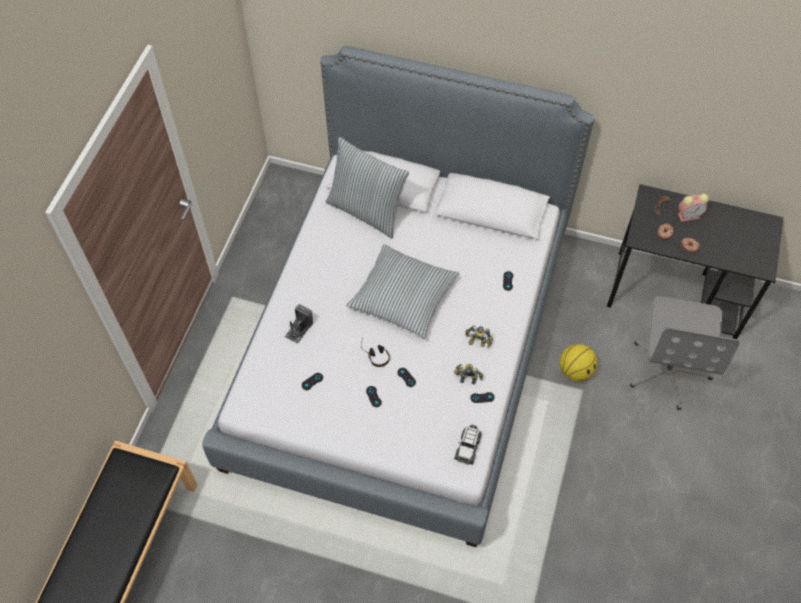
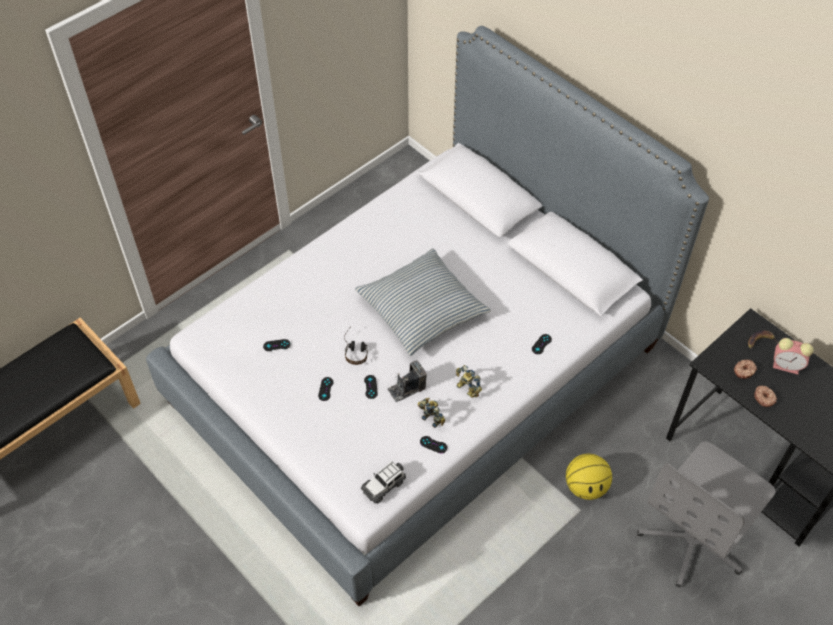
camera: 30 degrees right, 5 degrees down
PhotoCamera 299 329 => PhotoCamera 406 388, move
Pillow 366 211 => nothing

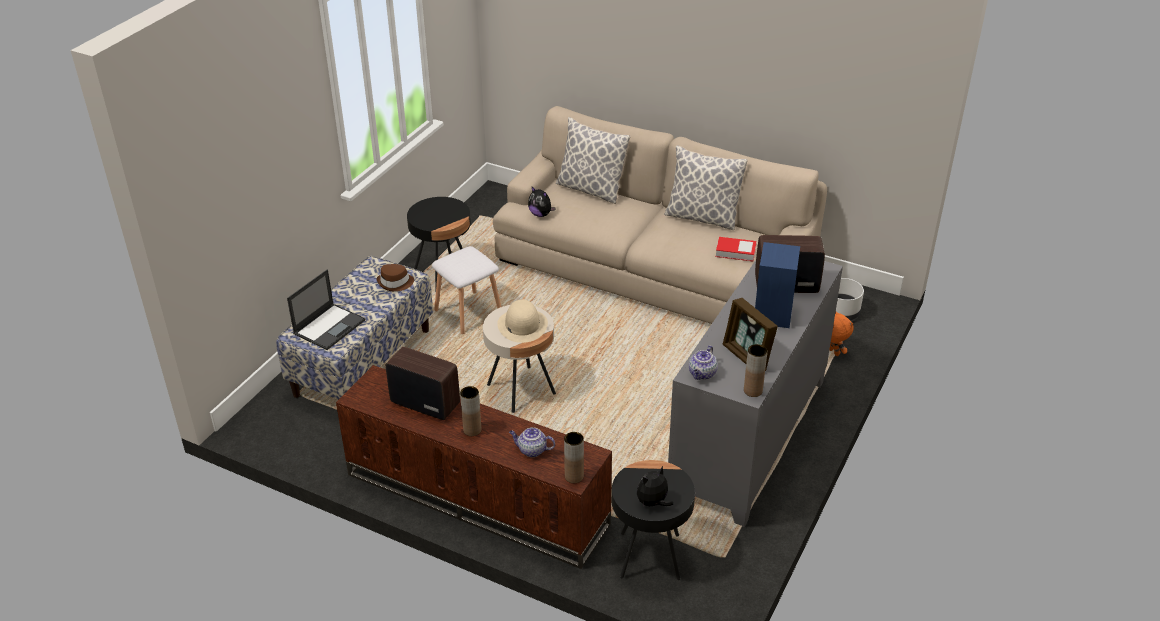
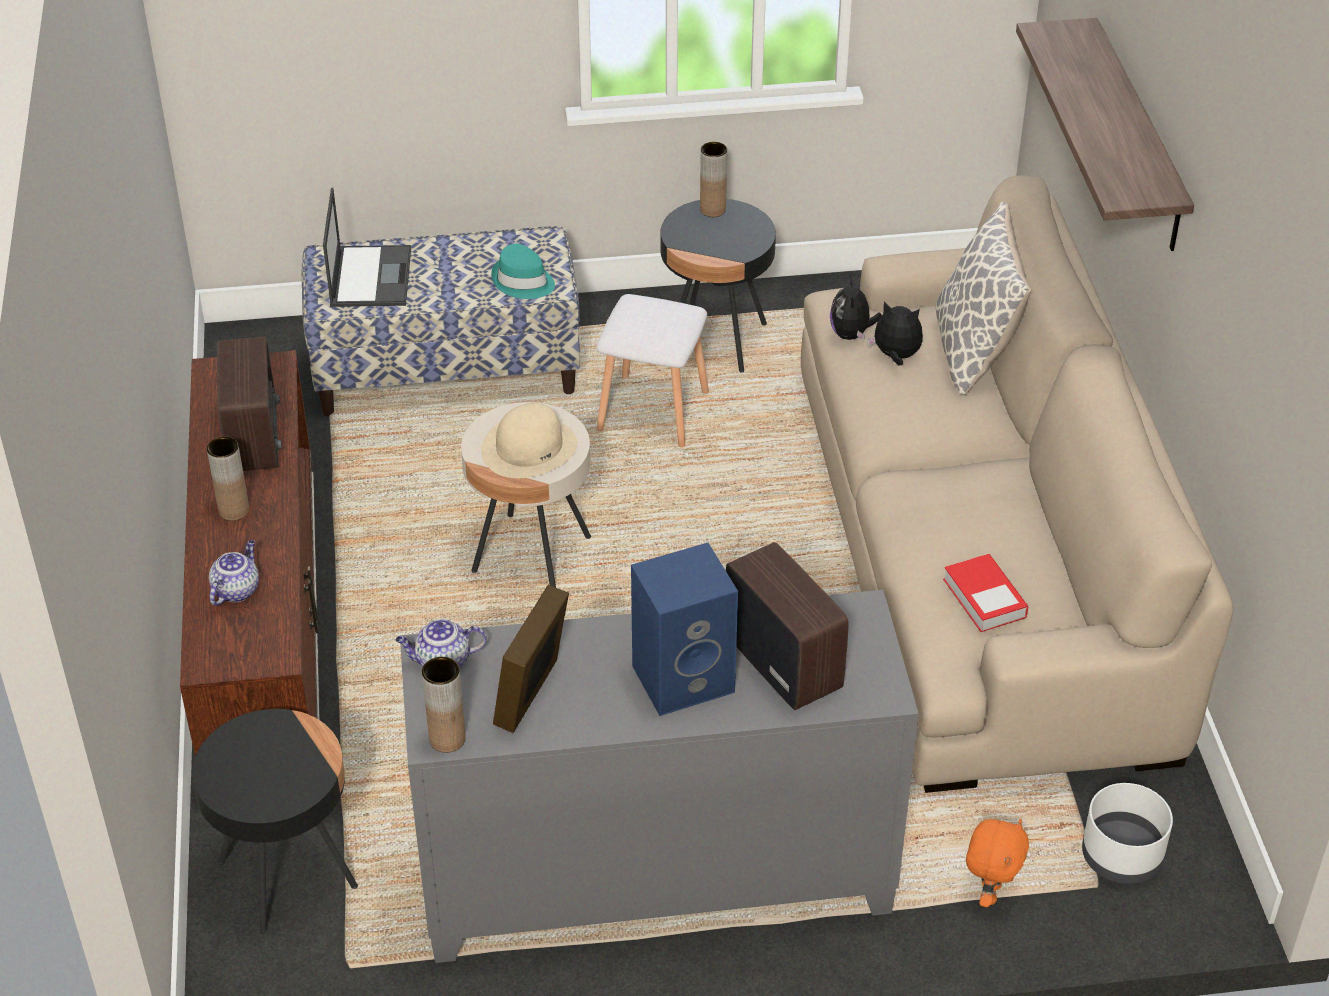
camera: 55 degrees right, 5 degrees up
TeaPot 531 450 => TeaPot 236 590, 45 degrees clockwise
NotebookComputer 330 326 => NotebookComputer 370 276, 90 degrees counterclockwise
BrownColouredClothingHat 395 283 => TurquoiseClothingHat 522 282
BrownColouredVase 574 476 => BrownColouredVase 712 210, move
PlushToy 653 503 => PlushToy 895 356, move
nothing => Shelf 1138 137
Pillow 702 217 => nothing

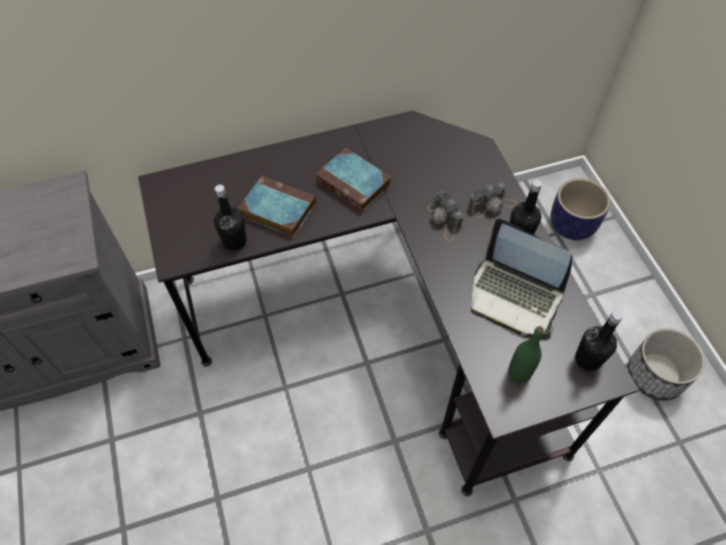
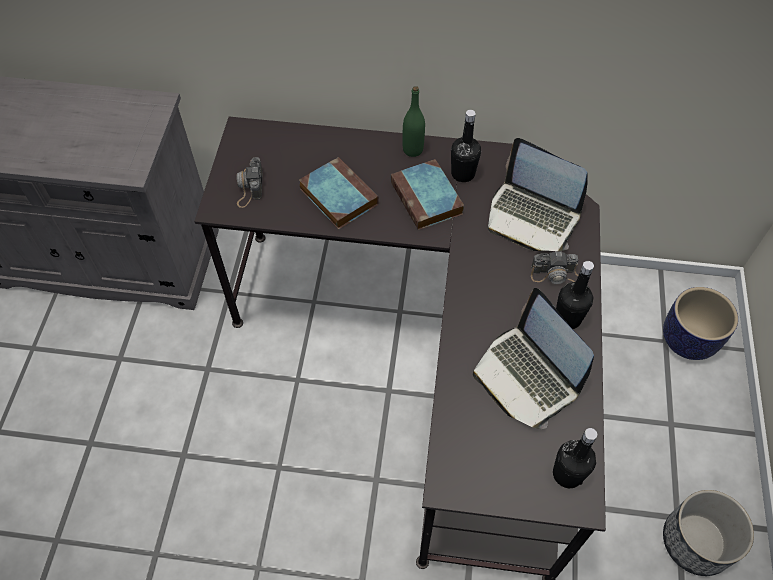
camera: 25 degrees right, 0 degrees up
PhotoCamera 444 220 => PhotoCamera 250 187, move
GreenishBeverageBottle 519 372 => GreenishBeverageBottle 412 150, move
BlackishBeverageBottle 235 241 => BlackishBeverageBottle 463 174, move
nothing => NotebookComputer 532 217

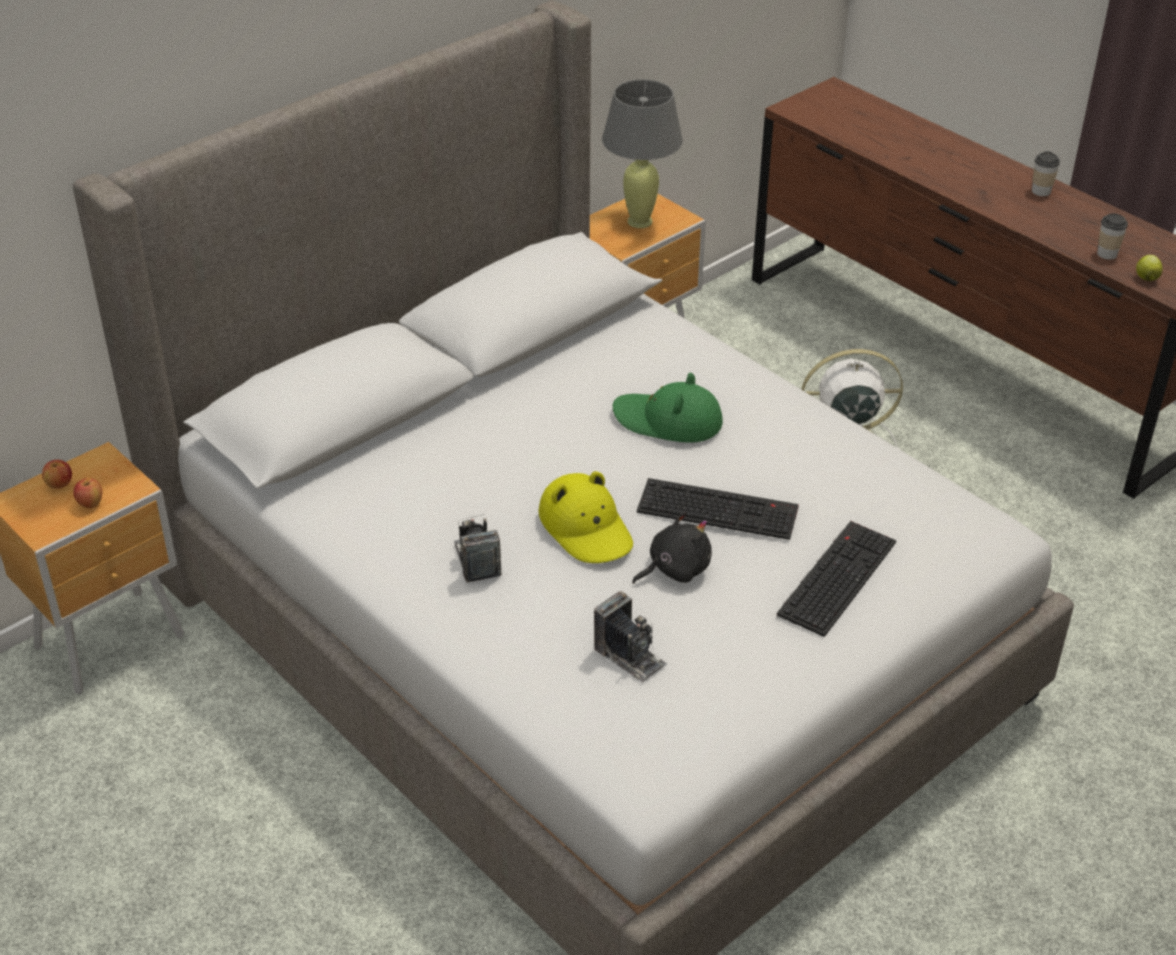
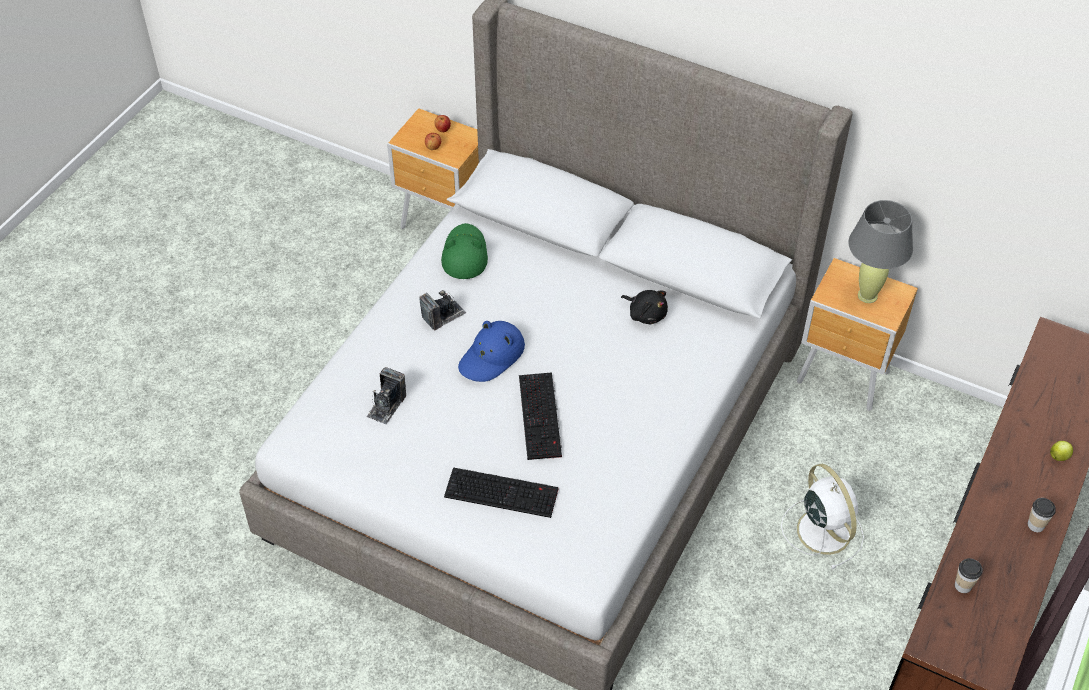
camera: 70 degrees right, 10 degrees up
GreenishClothingHat 668 421 => GreenishClothingHat 464 255, move
YellowClothingHat 586 528 => BlueClothingHat 492 356
BlackishPlushToy 675 569 => BlackishPlushToy 646 314, move
WholeApple 1146 278 => WholeApple 1059 456, move

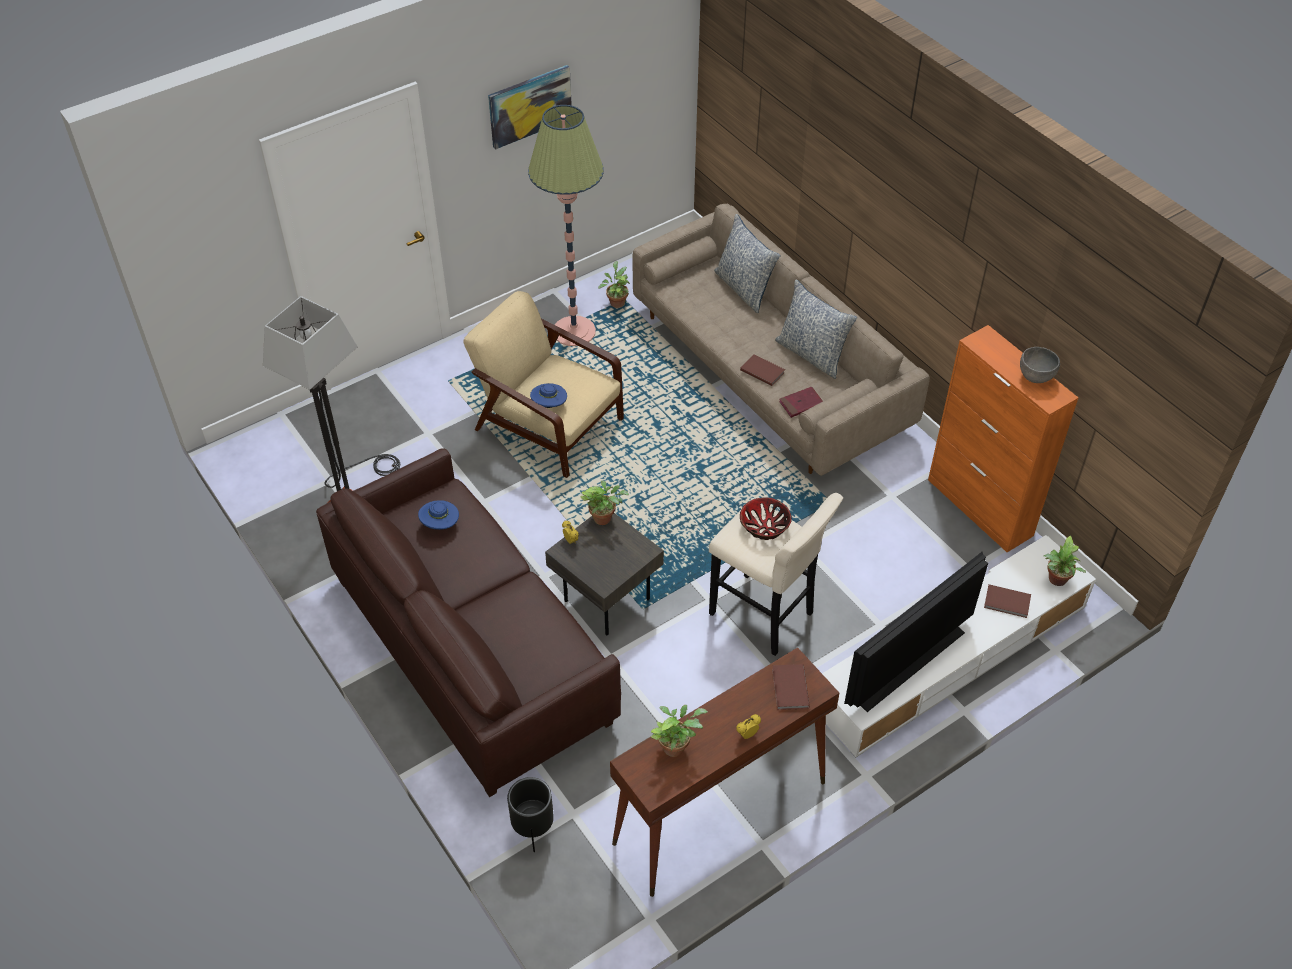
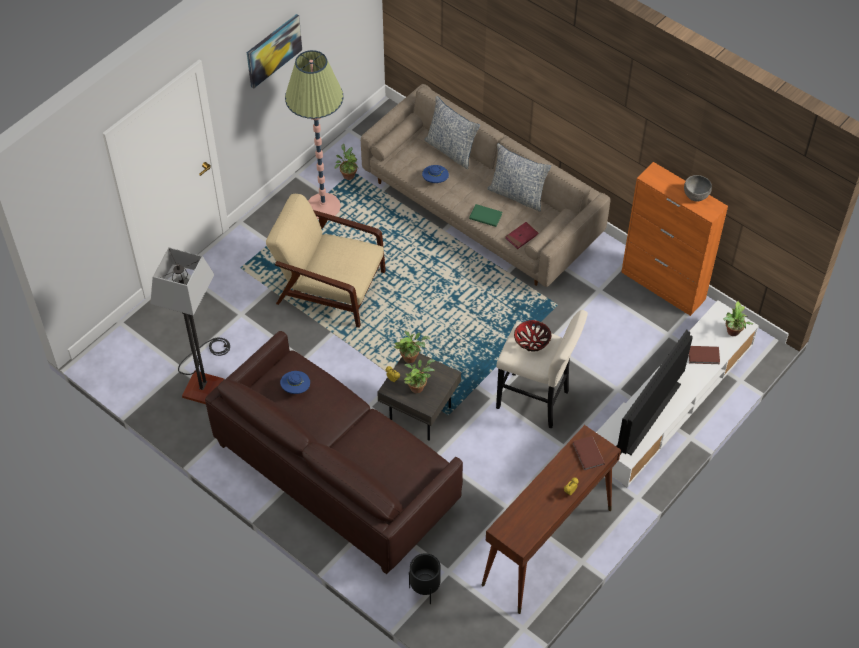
camera: 15 degrees left, 5 degrees up
PottedPlant 676 746 => PottedPlant 418 386, move
BlueClothingHat 549 405 => BlueClothingHat 435 180, move
BrownColouredBook 762 370 => GreenishBook 485 216

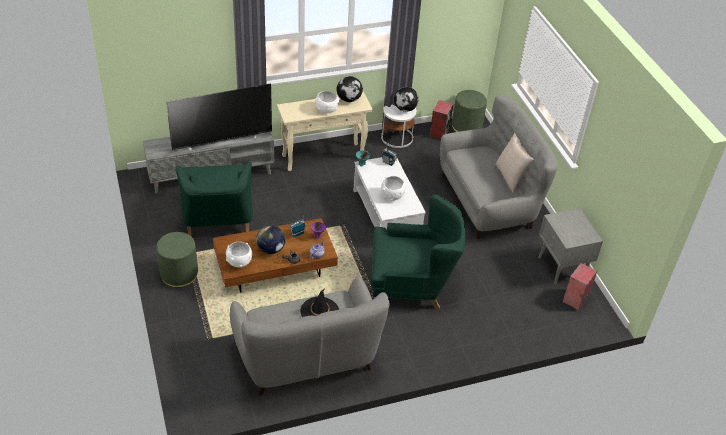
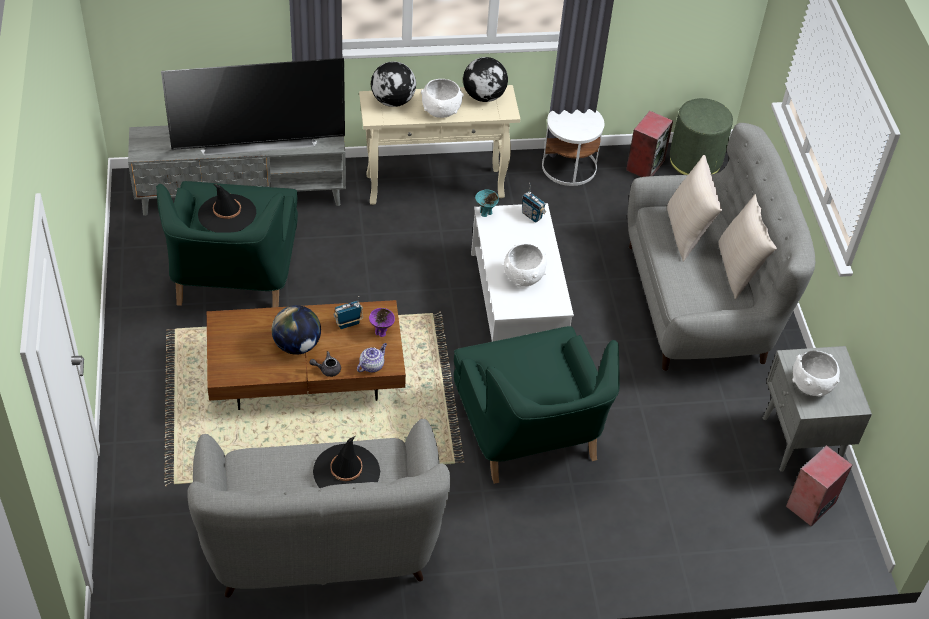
camera: 10 degrees right, 5 degrees up
nothing => BlackishClothingHat 227 214
Globe 405 109 => Globe 393 101, move
GreenishArmchair 411 283 => GreenishArmchair 529 433, 60 degrees clockwise
nothing => BeigePillow 687 233
WhiteServingBowl 239 262 => WhiteServingBowl 811 385, move
GreenishPouffe 179 274 => nothing

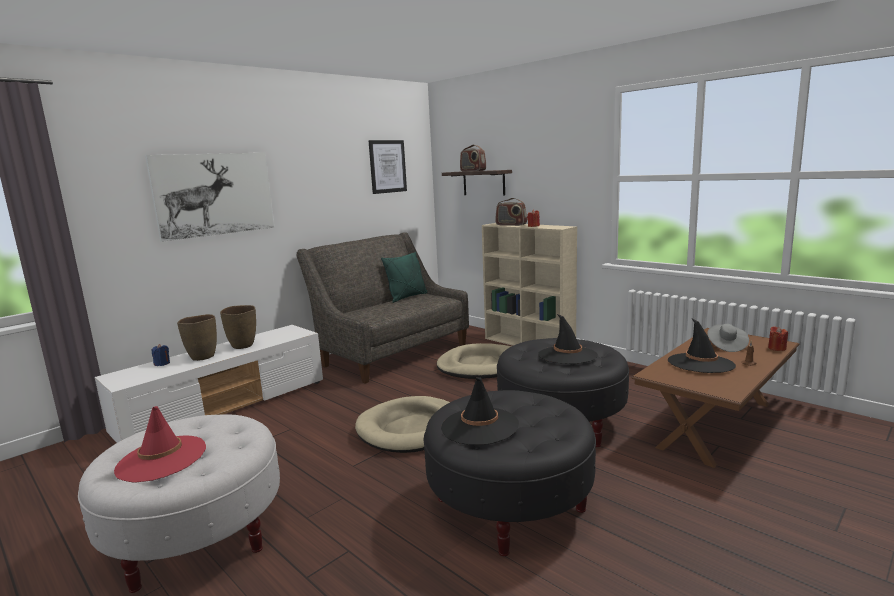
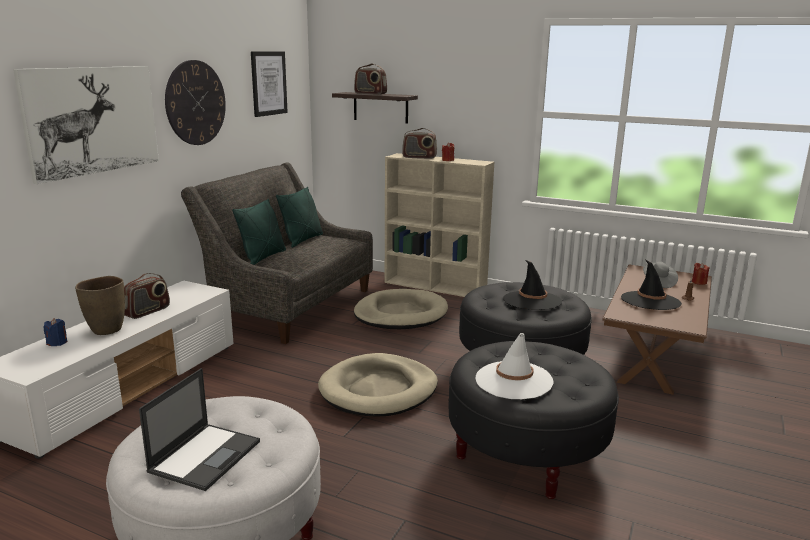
camera: 20 degrees left, 5 degrees up
BrownColouredVase 243 346 => Radio 147 311
RedColouredClothingHat 161 459 => NotebookComputer 206 455
nothing => HangingClock 195 103
nothing => GreenishPillow 263 257
BlackishClothingHat 479 426 => WhiteClothingHat 513 380

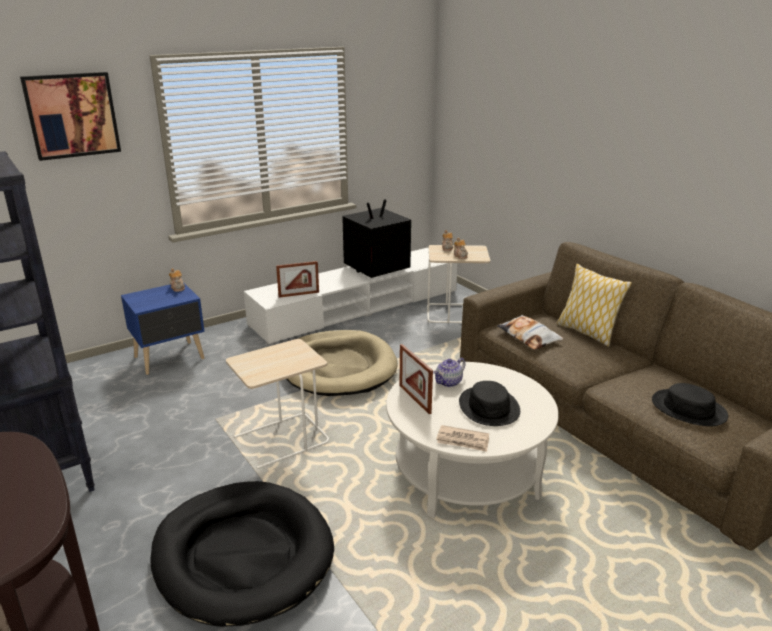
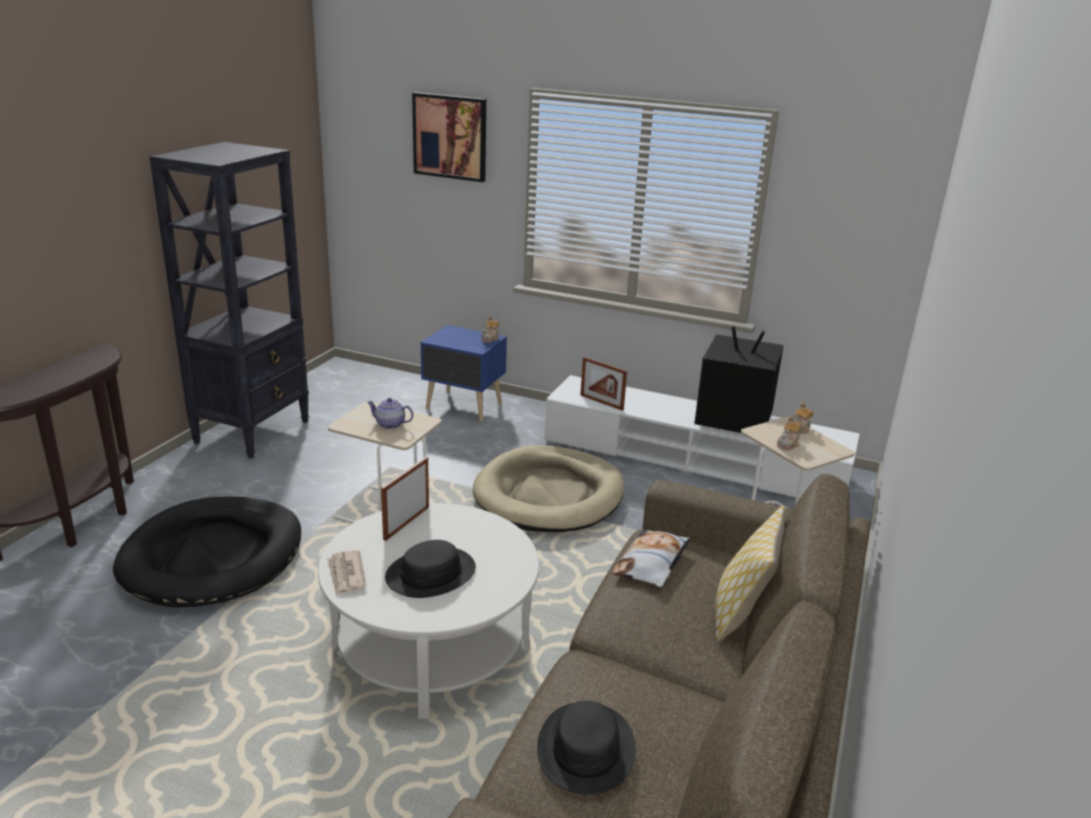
camera: 55 degrees right, 0 degrees up
TeaPot 449 382 => TeaPot 390 424, move

